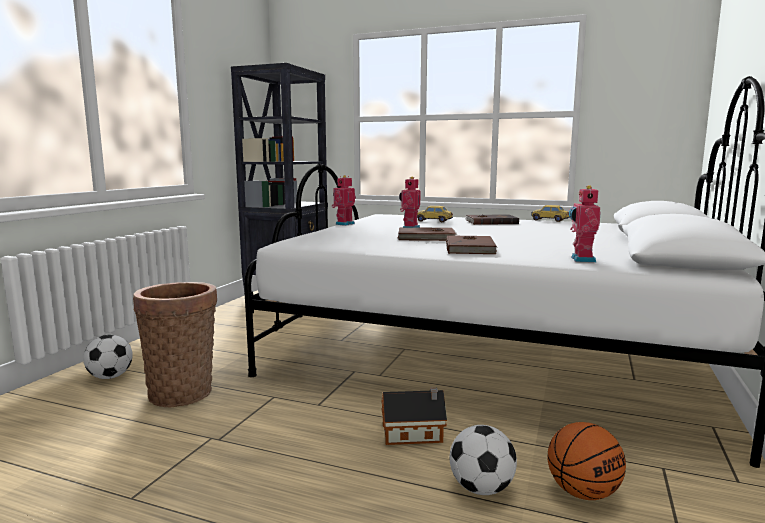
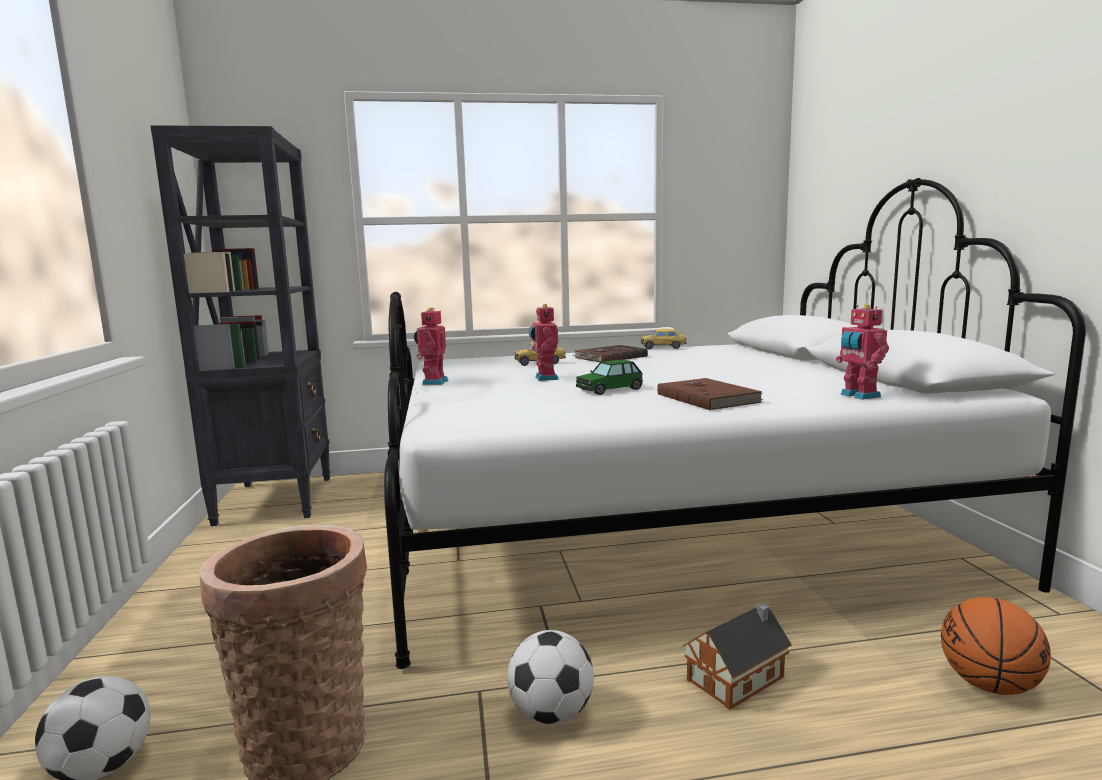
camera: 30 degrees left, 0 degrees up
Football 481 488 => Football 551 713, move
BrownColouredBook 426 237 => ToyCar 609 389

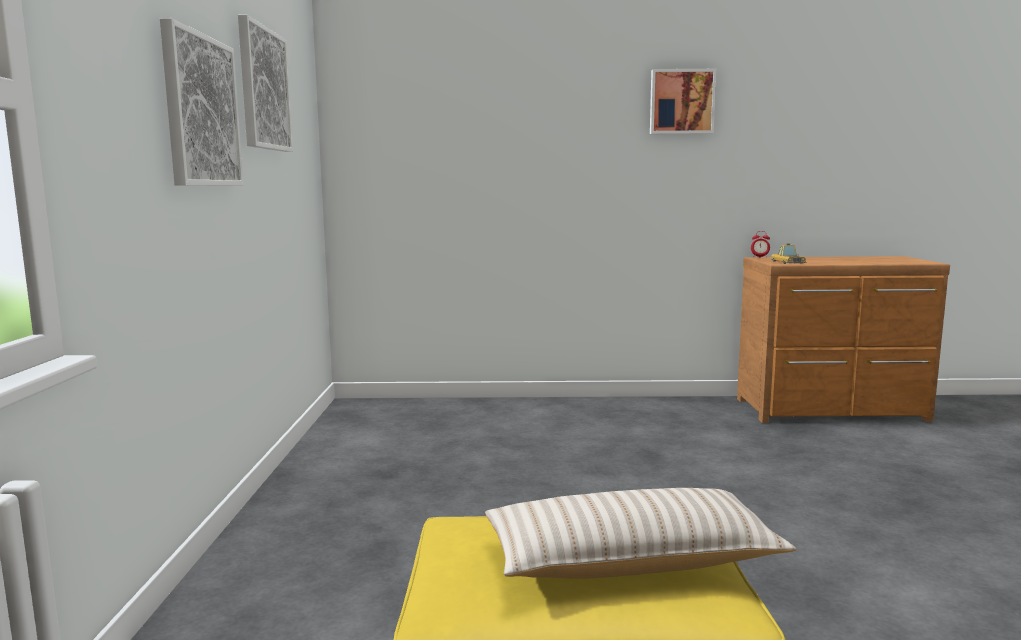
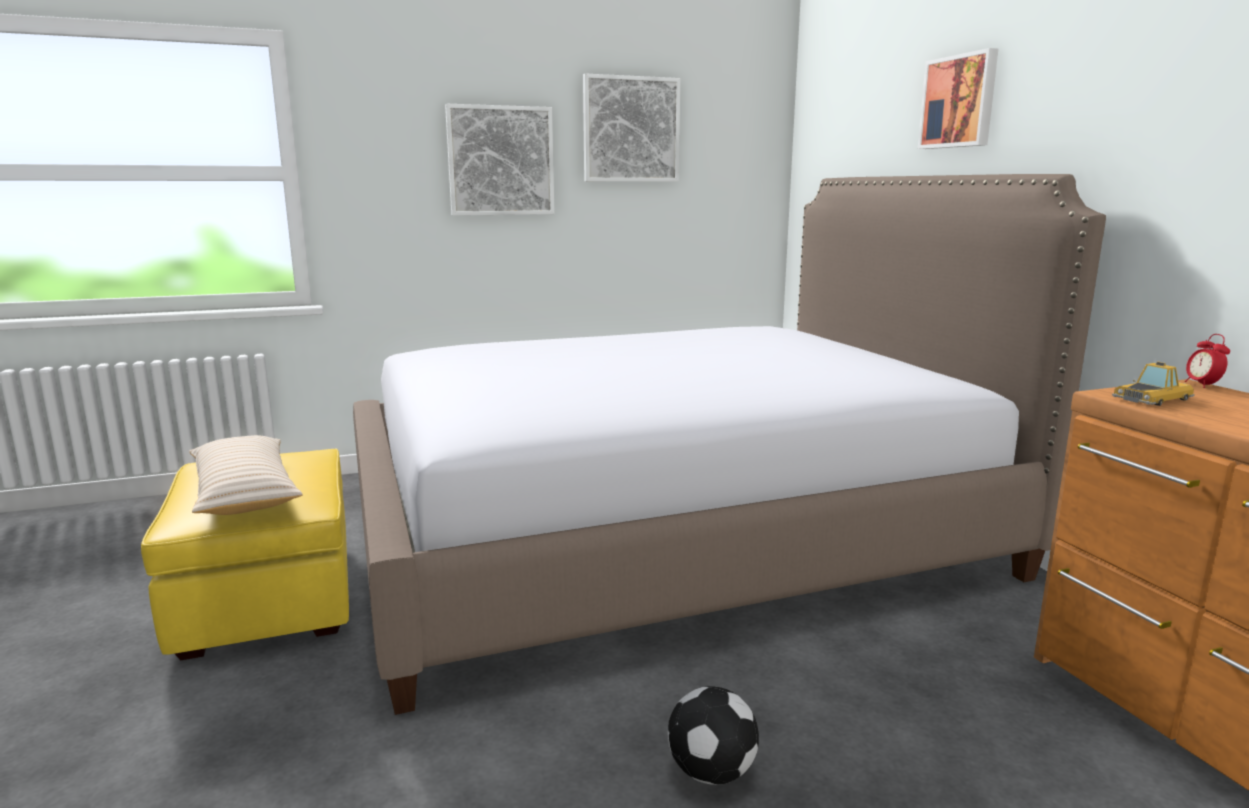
camera: 70 degrees right, 5 degrees up
nothing => Bed 668 536
nothing => Football 712 773
WallPicture 681 102 => WallPicture 959 102, move

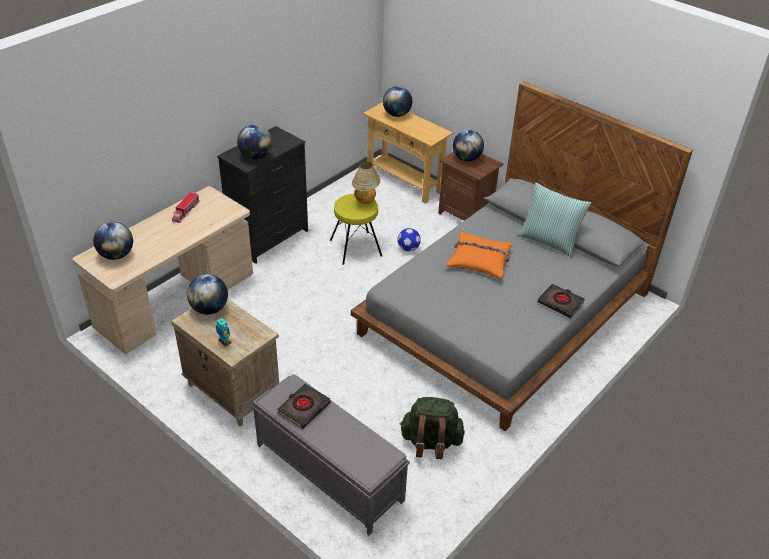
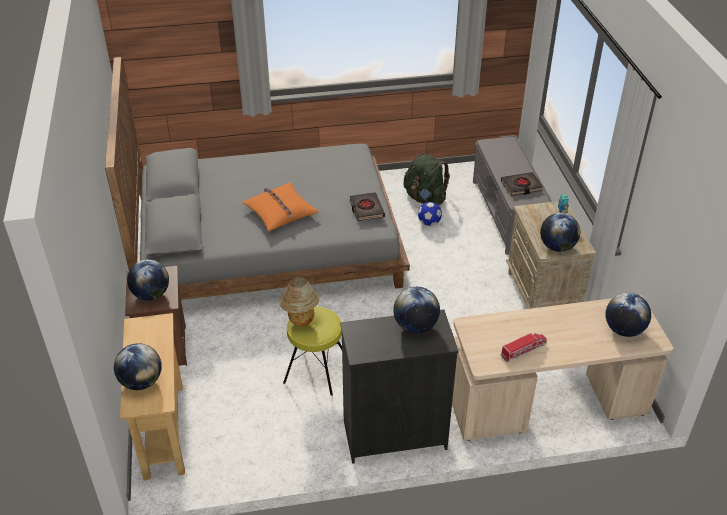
camera: 140 degrees left, 0 degrees up
BlackishBook 560 303 => BlackishBook 366 209, move
Football 408 248 => Football 429 223, move
Pillow 549 241 => nothing

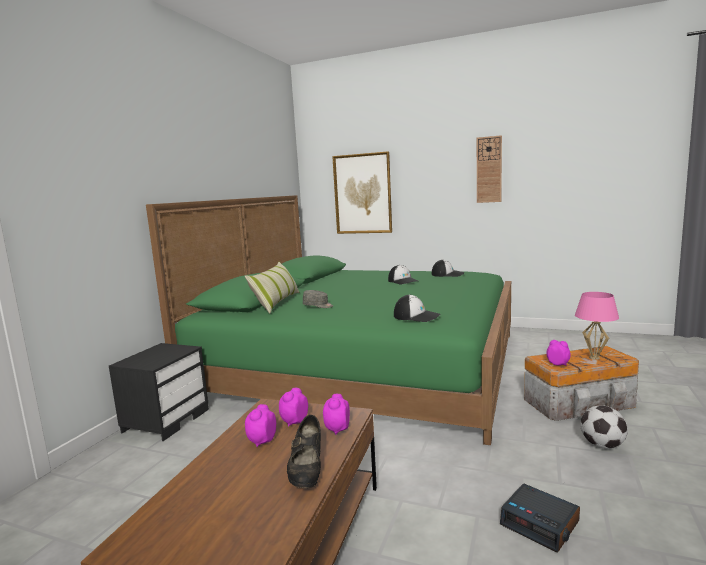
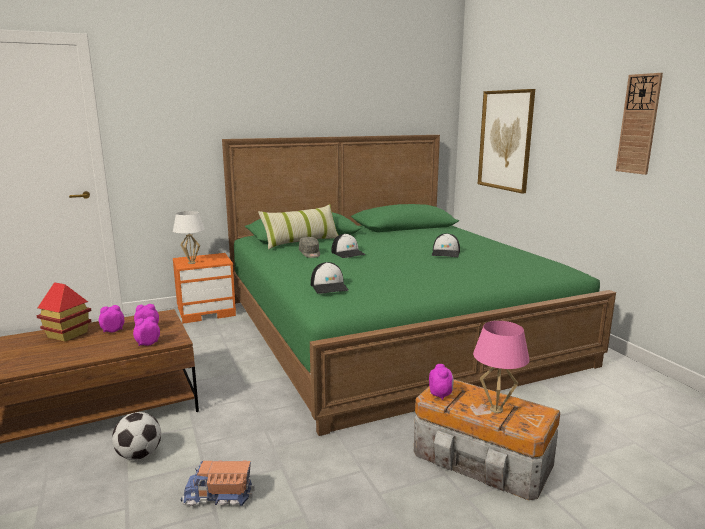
camera: 45 degrees right, 5 degrees up
nothing => ModelHouse 67 334
Football 602 445 => Football 139 455, move
nothing => WhiteTableLamp 191 263
BlackishNightstand 166 420 => OrangeColouredNightstand 207 312
AlarmClock 540 523 => ModelTruck 218 496
PeakedCap 448 274 => PeakedCap 348 253, move
BlackishShoe 307 471 => nothing

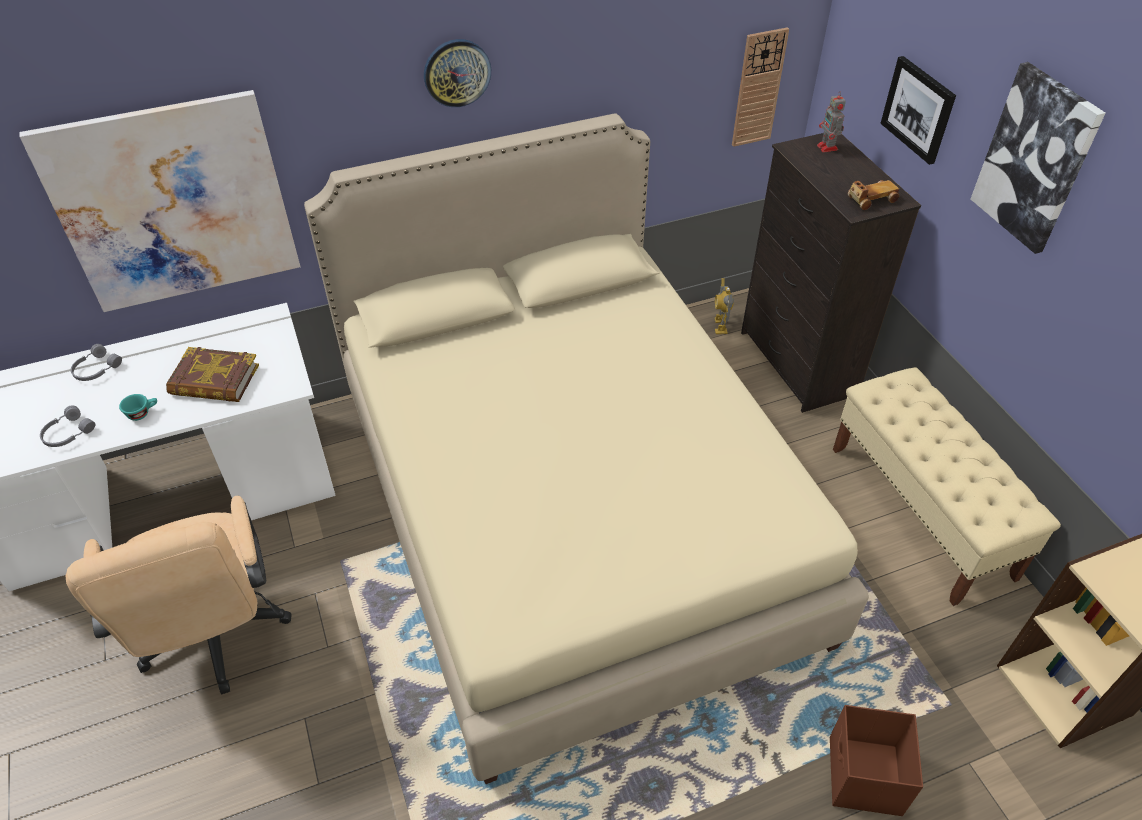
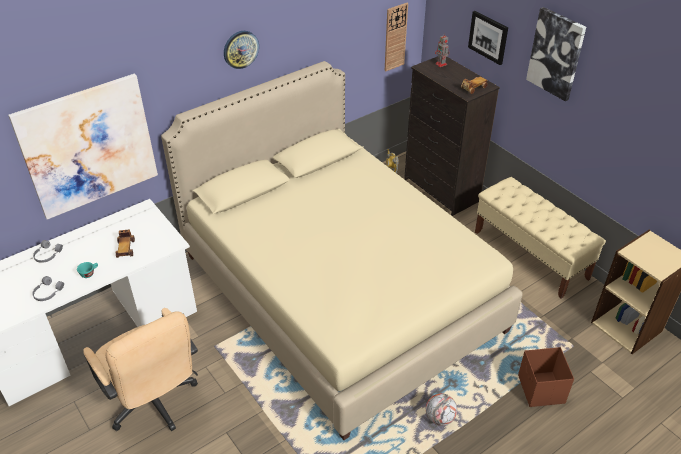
camera: 15 degrees left, 5 degrees down
Book 214 381 => ToyCar 126 248
nothing => Football 440 418

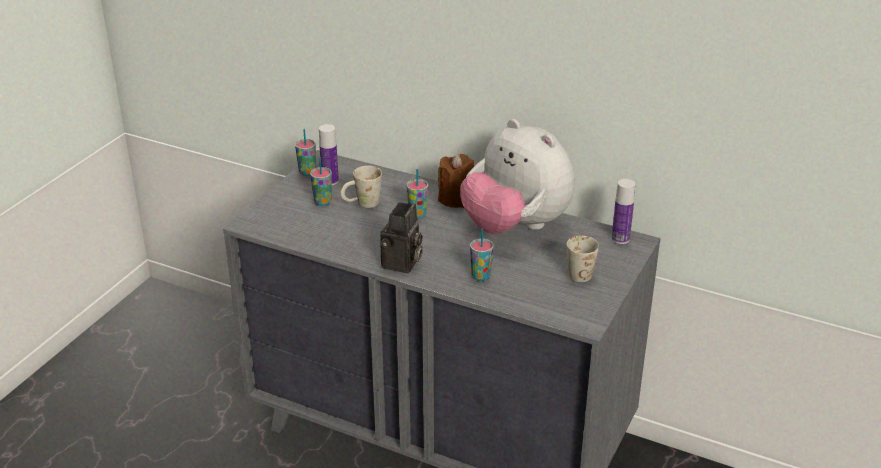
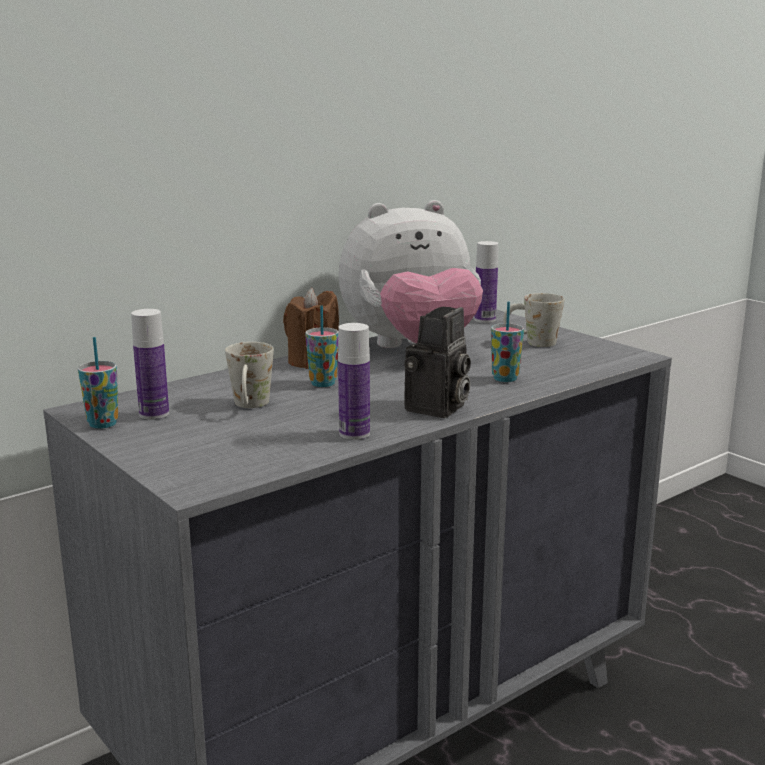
camera: 65 degrees left, 15 degrees down
nothing => BeverageBottle 354 434
PhotoCamera 402 264 => PhotoCamera 437 409, 75 degrees clockwise
DrinkingCup 322 202 => nothing

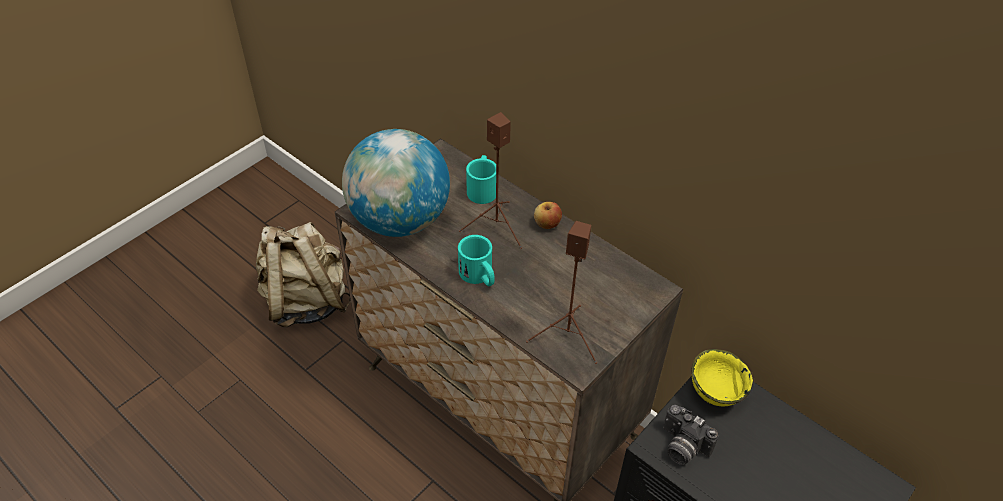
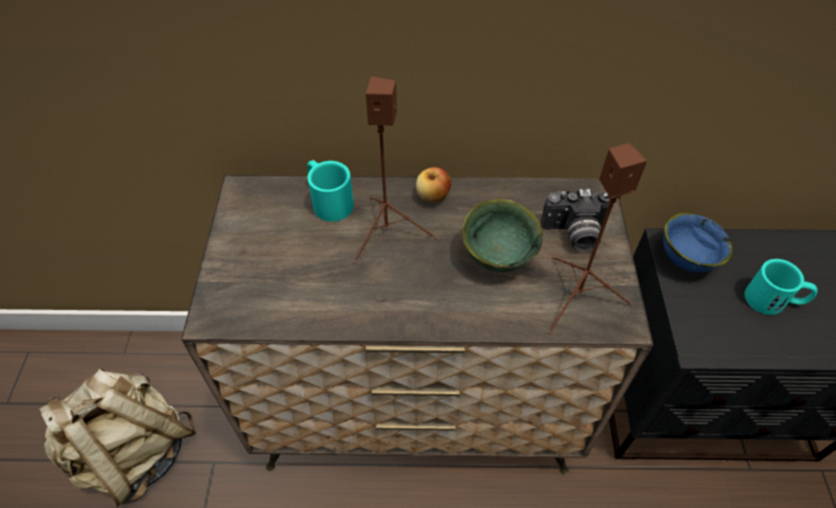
camera: 40 degrees left, 5 degrees up
nothing => GreenishServingBowl 498 256
PhotoCamera 681 447 => PhotoCamera 574 234, move
YellowServingBowl 714 392 => BlueServingBowl 684 259
TurquoiseTeaMug 479 276 => TurquoiseTeaMug 773 300, move
Globe 400 220 => nothing

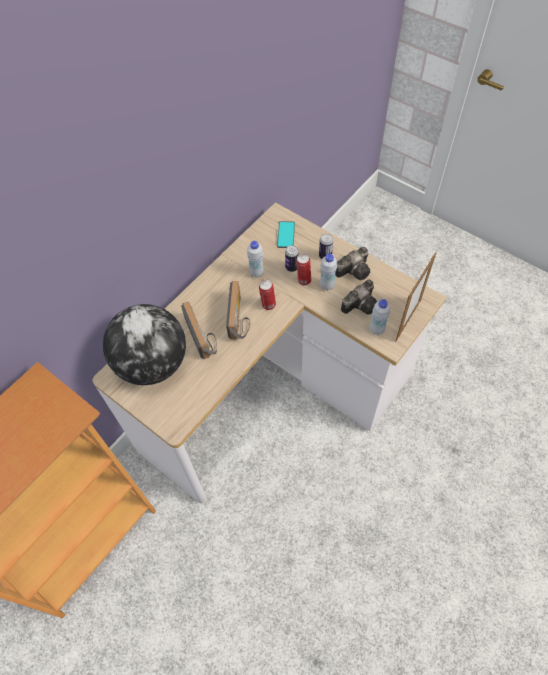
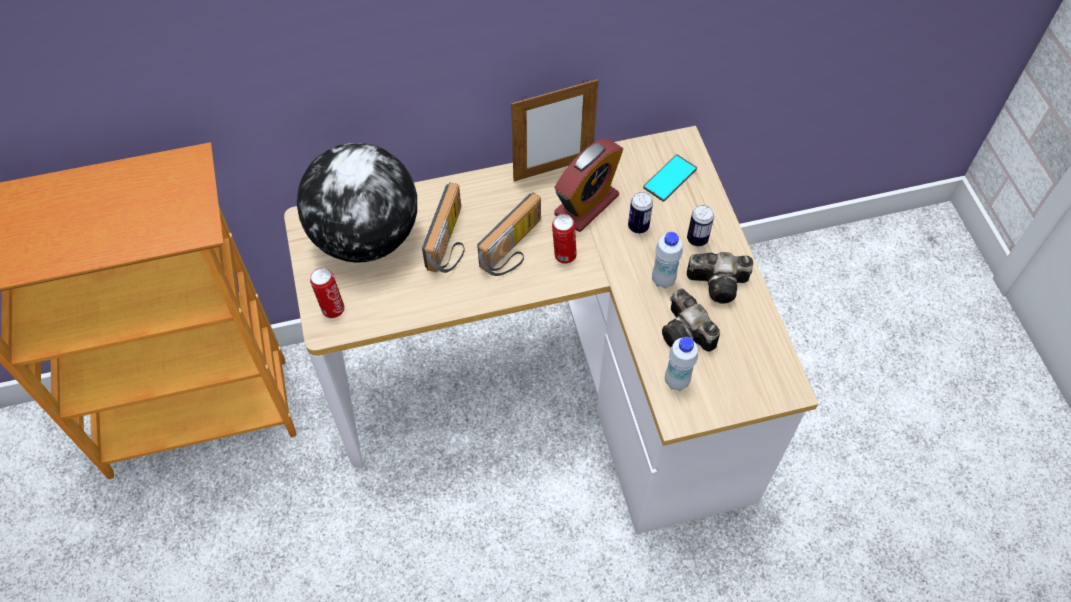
camera: 35 degrees right, 0 degrees up
SealedCan 303 280 => SealedCan 332 308, move
StandingFrame 408 320 => StandingFrame 553 169, move
WhiteBeverageBottle 256 273 => AlarmClock 586 205
PhotoCamera 361 304 => PhotoCamera 687 334, 60 degrees clockwise

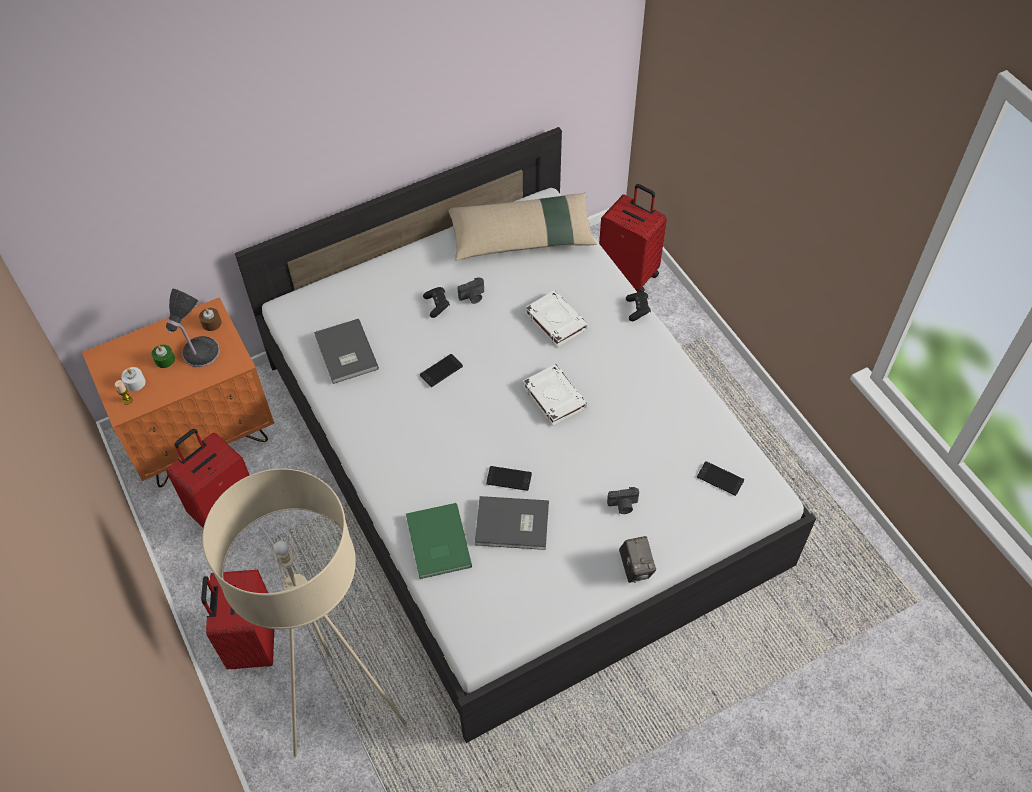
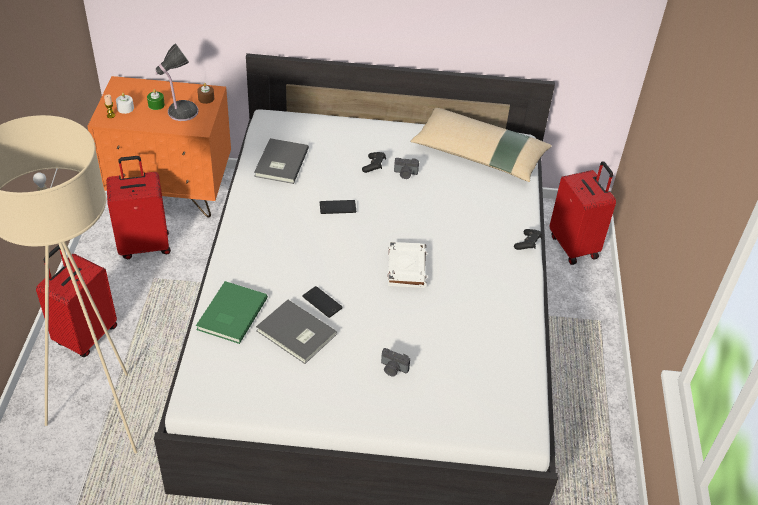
camera: 30 degrees right, 10 degrees down
WhiteBook 555 321 => nothing
PhotoCamera 635 568 => nothing
Phone 720 479 => nothing

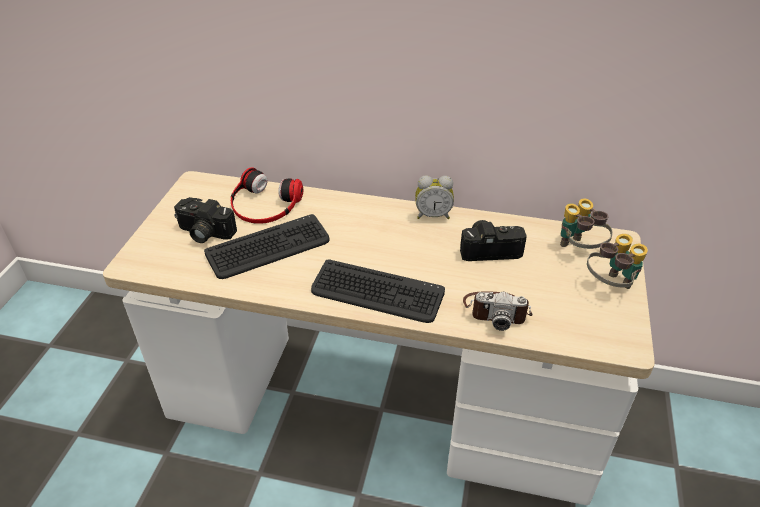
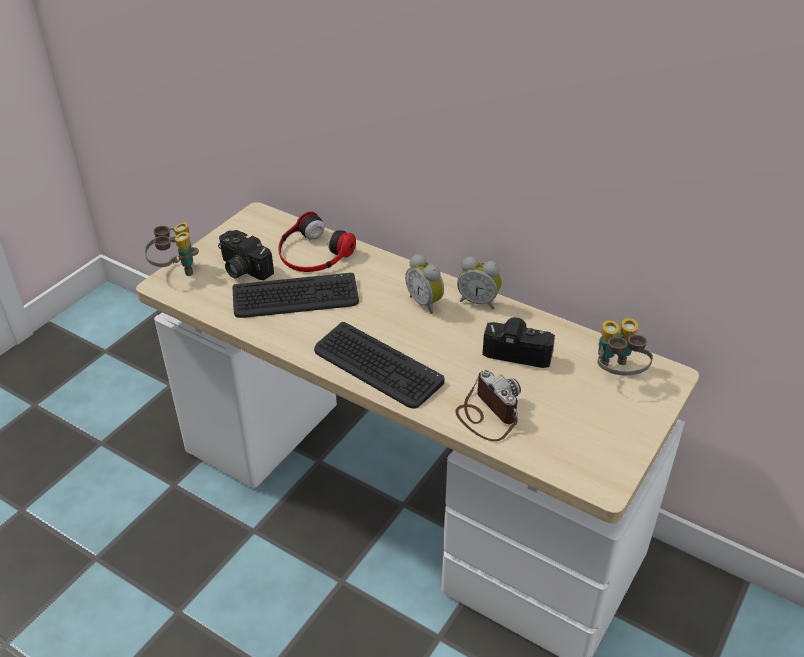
camera: 20 degrees right, 0 degrees up
FieldGlasses 610 286 => FieldGlasses 175 270, move
nothing => AlarmClock 426 302
PhotoCamera 496 310 => PhotoCamera 487 414, 150 degrees counterclockwise

